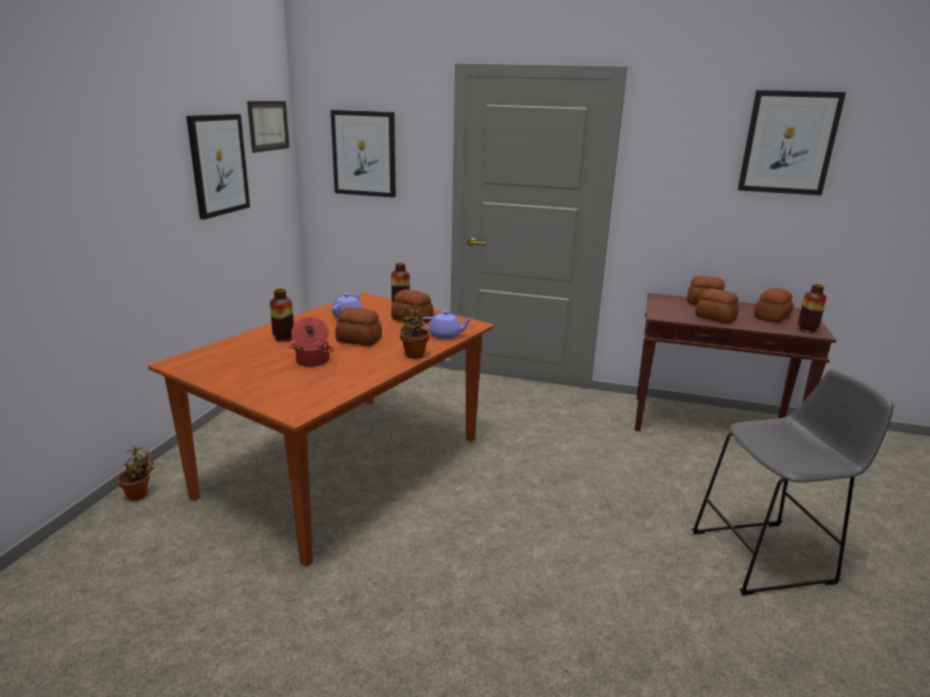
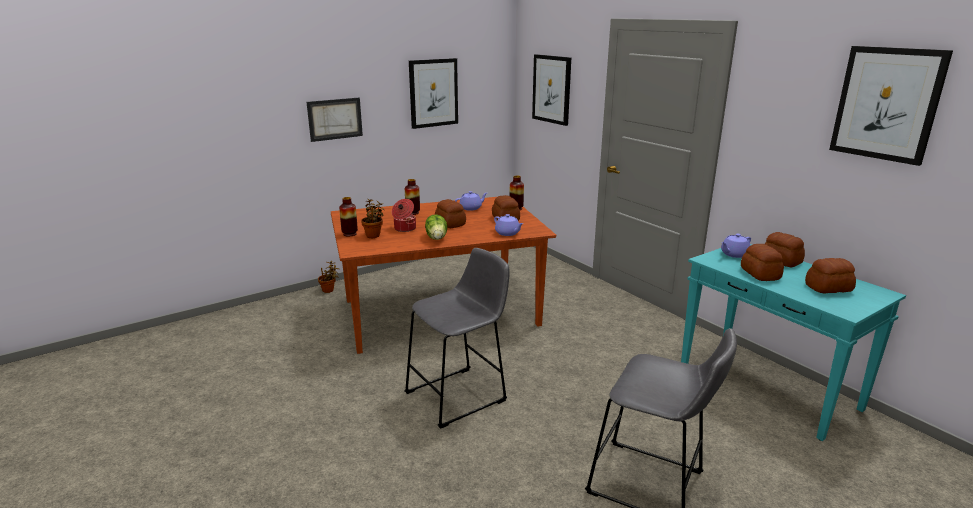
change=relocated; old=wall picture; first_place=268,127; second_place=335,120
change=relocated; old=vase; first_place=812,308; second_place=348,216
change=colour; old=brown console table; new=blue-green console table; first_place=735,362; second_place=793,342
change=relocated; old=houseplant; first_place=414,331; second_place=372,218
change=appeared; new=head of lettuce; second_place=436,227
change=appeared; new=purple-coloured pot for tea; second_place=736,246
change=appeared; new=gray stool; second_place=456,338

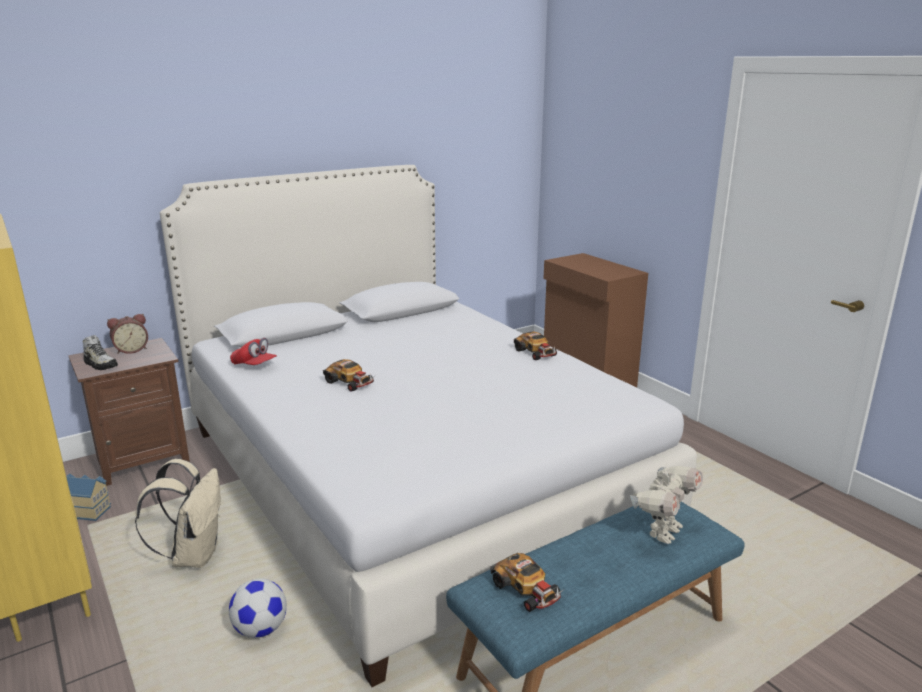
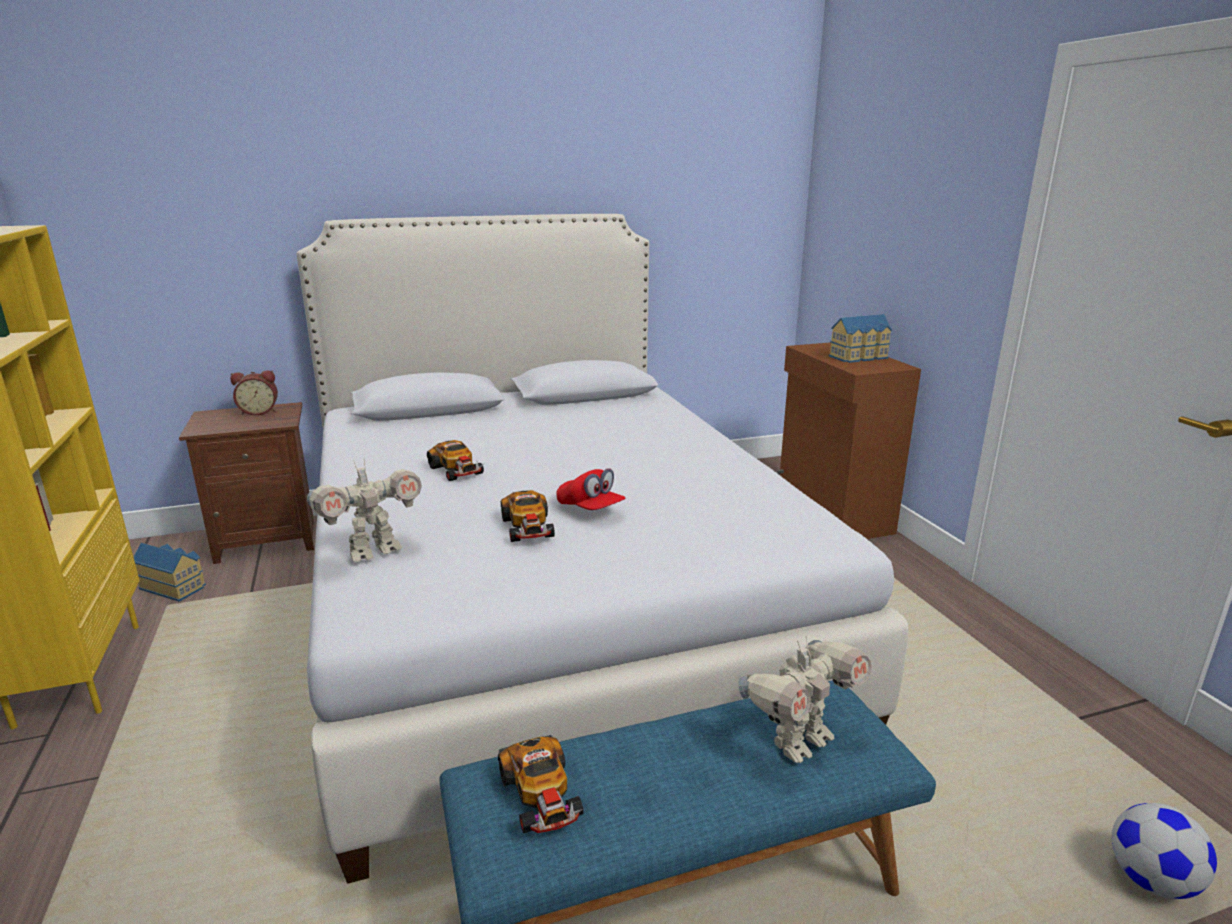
change=relocated; old=miniature car; first_place=535,346; second_place=528,516
change=missing; old=item of footwear; first_place=100,352
change=relocated; old=red-coloured peaked cap; first_place=253,351; second_place=591,489
change=missing; old=sand-coloured backpack; first_place=178,513
change=relocated; old=football; first_place=258,608; second_place=1164,851
change=appeared; new=miniature house; second_place=860,338
change=appeared; new=toy robot; second_place=364,511

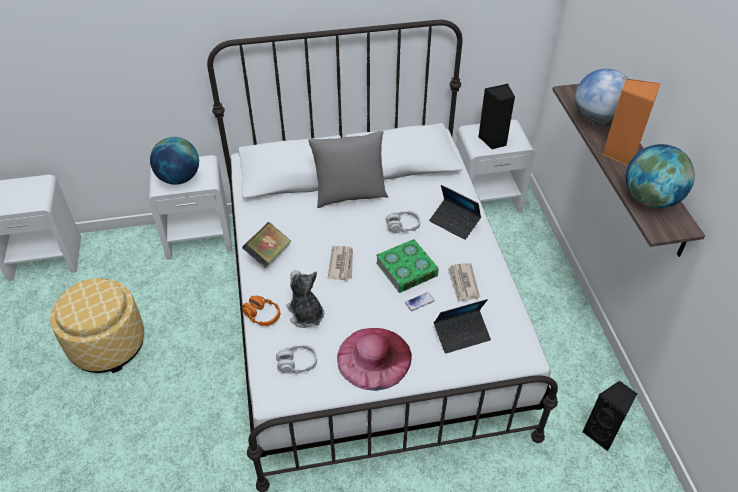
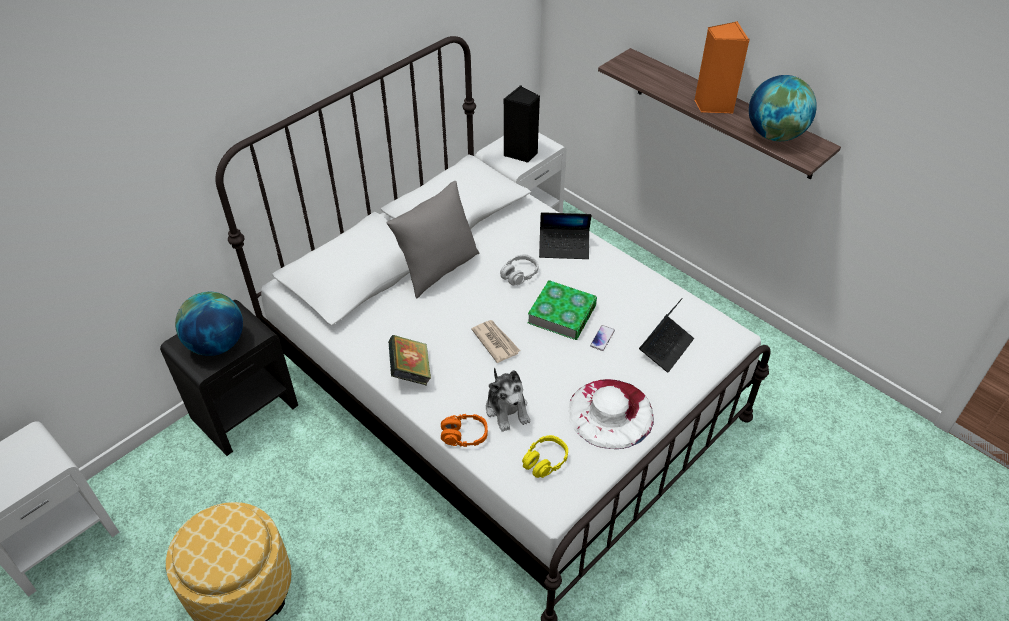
change=missing; old=world globe; first_place=601,98
change=colour; old=whitish night table; new=black night table; first_place=190,207; second_place=229,378
change=missing; old=newspaper; first_place=464,282
change=spun; old=plush toy; first_place=305,299; second_place=508,399; degrees=-135
change=colour; old=pink-coloured wearable hat; new=whitish wearable hat; first_place=374,359; second_place=611,414
change=colour; old=gray headphones; new=yellow-coloured headphones; first_place=296,359; second_place=545,456
change=missing; old=black audio speaker; first_place=609,416

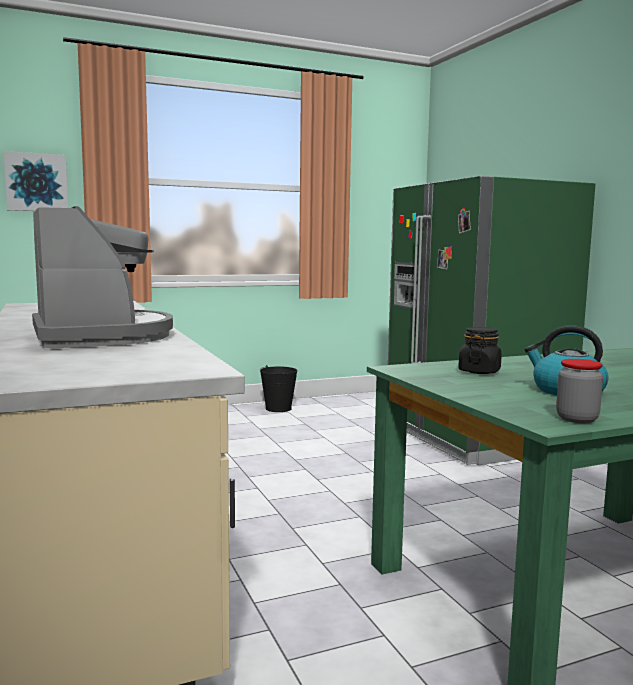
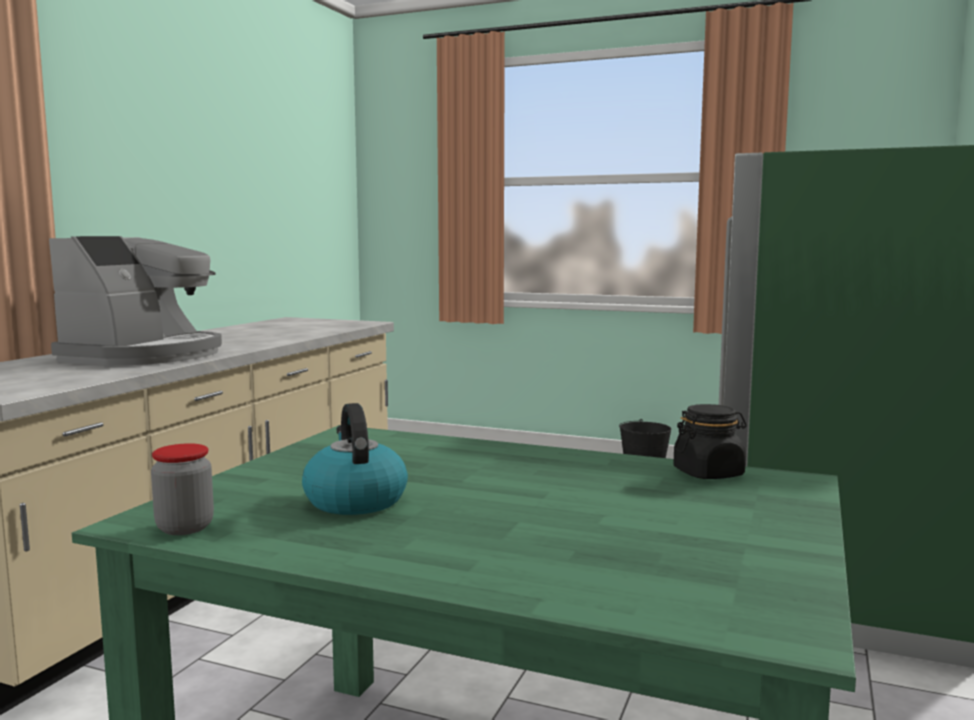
change=missing; old=wall picture; first_place=36,181
change=relocated; old=black jar; first_place=480,350; second_place=709,441

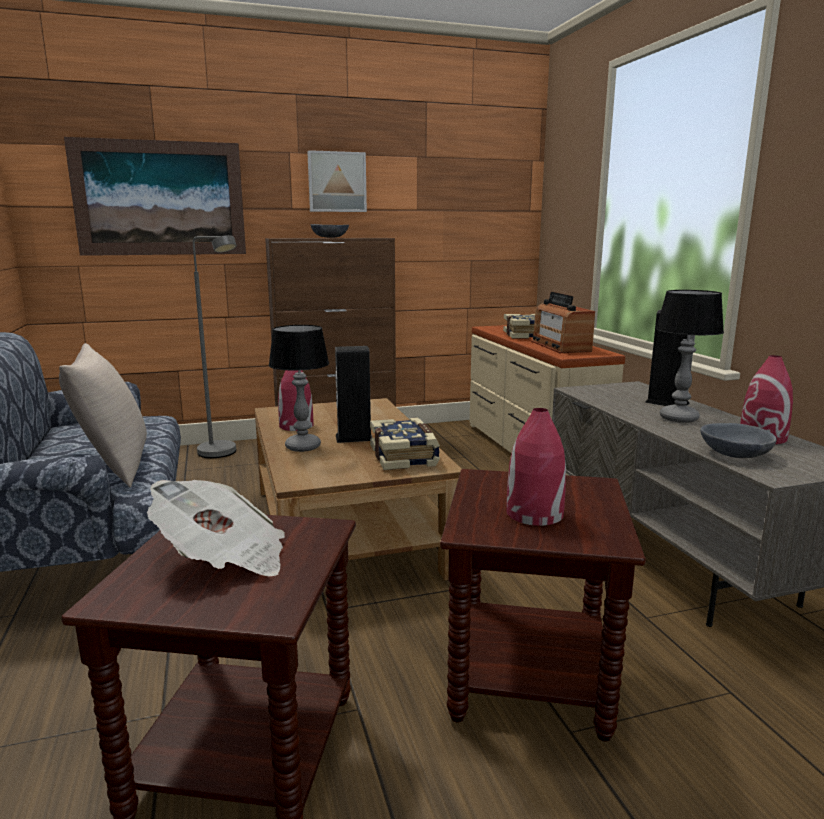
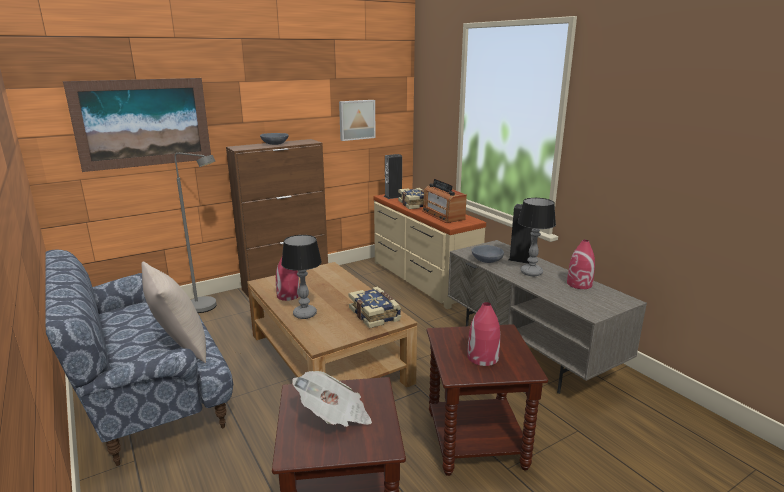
change=relocated; old=wall picture; first_place=337,181; second_place=357,120
change=relocated; old=audio speaker; first_place=353,394; second_place=393,176
change=relocated; old=gray serving bowl; first_place=738,440; second_place=488,254

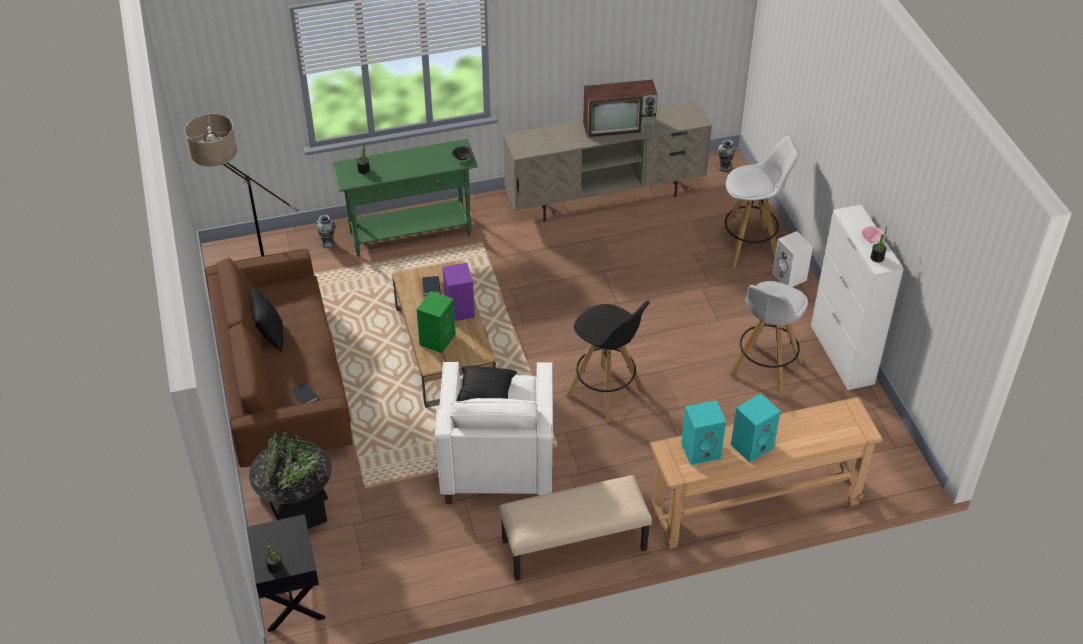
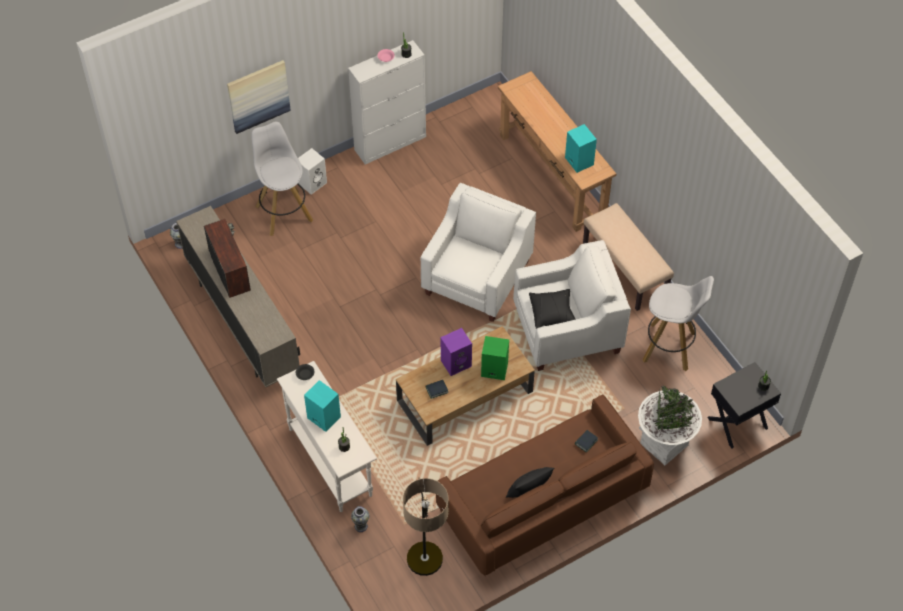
change=colour; old=greenish console table; new=whitish console table; first_place=405,198; second_place=327,436
change=relocated; old=whitish stool; first_place=768,339; second_place=678,323
change=exchanged; old=black stool; new=whitish armchair; first_place=608,362; second_place=478,252
change=relocated; old=blue-green audio speaker; first_place=756,428; second_place=322,406
change=colour; old=black flower pot; new=whitish flower pot; first_place=290,480; second_place=670,425
change=appeared; new=wall picture; second_place=259,97

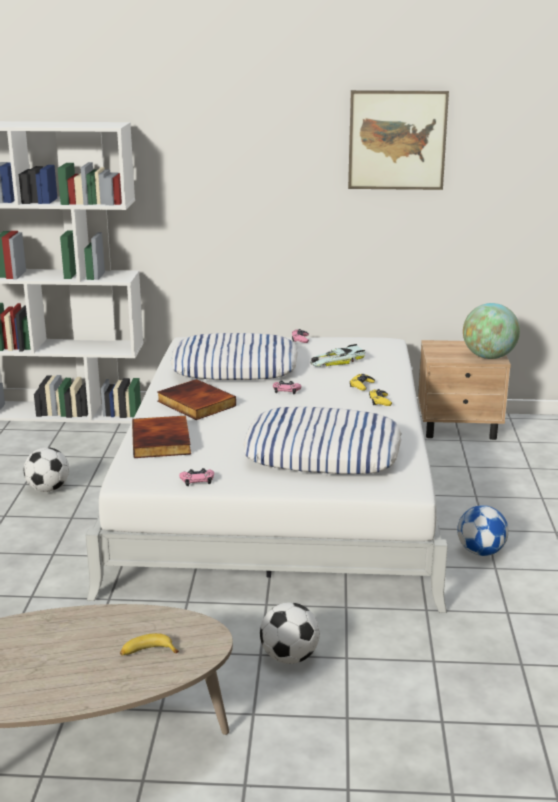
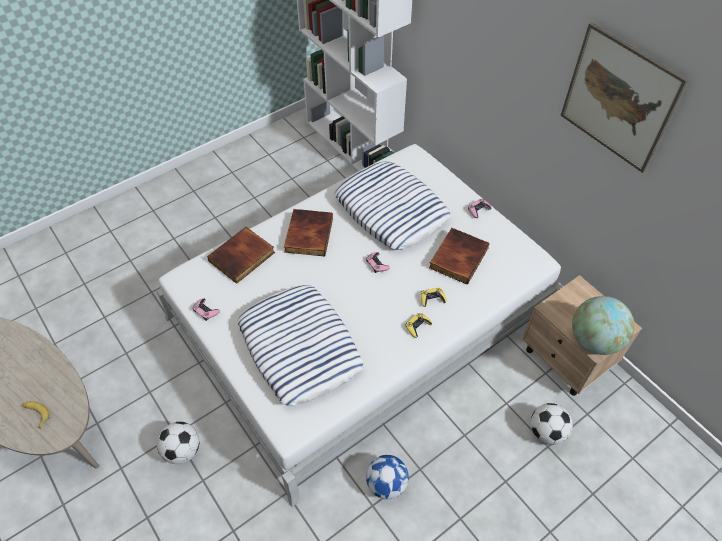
change=exchanged; old=miniature car; new=bound book; first_place=338,355; second_place=459,256
change=relocated; old=football; first_place=46,469; second_place=552,424

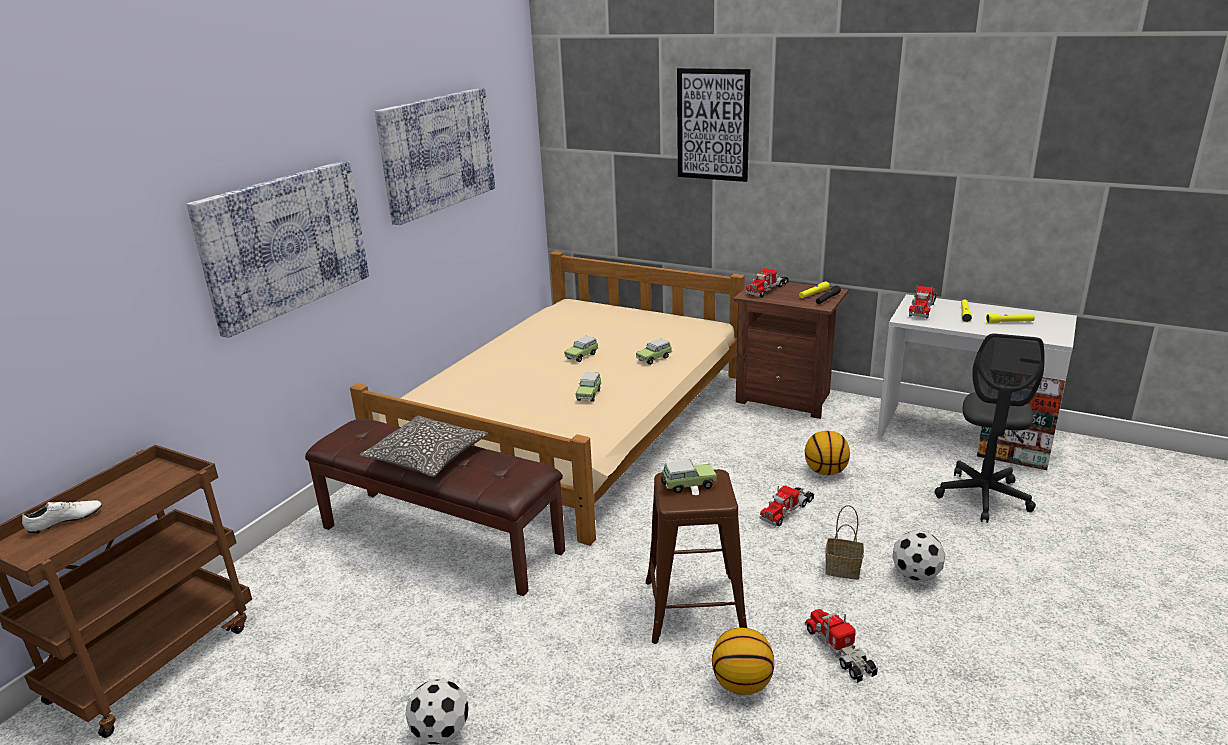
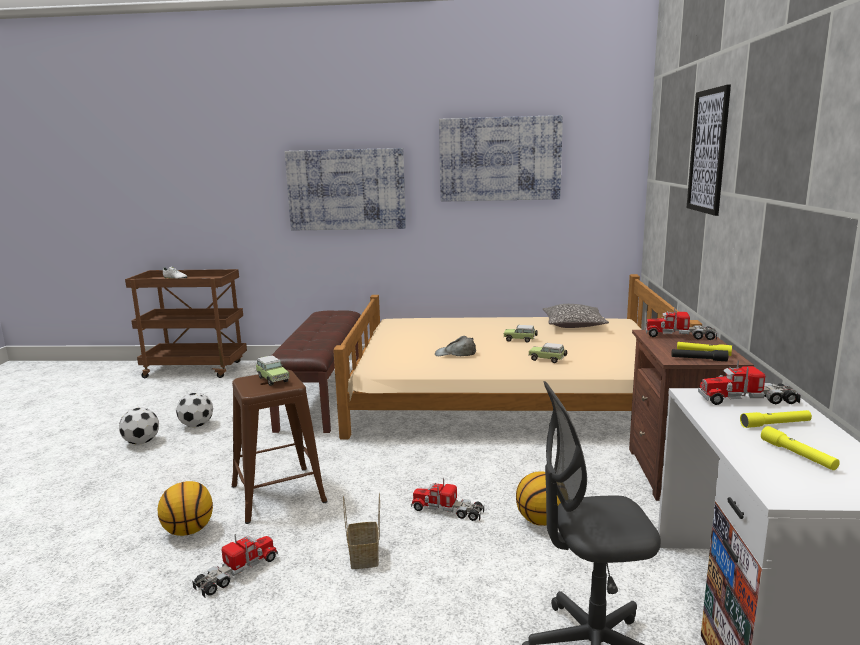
change=exchanged; old=miniature car; new=gray peaked cap; first_place=589,387; second_place=455,346
change=relocated; old=throw pillow; first_place=424,446; second_place=576,316
change=relocated; old=football; first_place=918,555; second_place=194,409

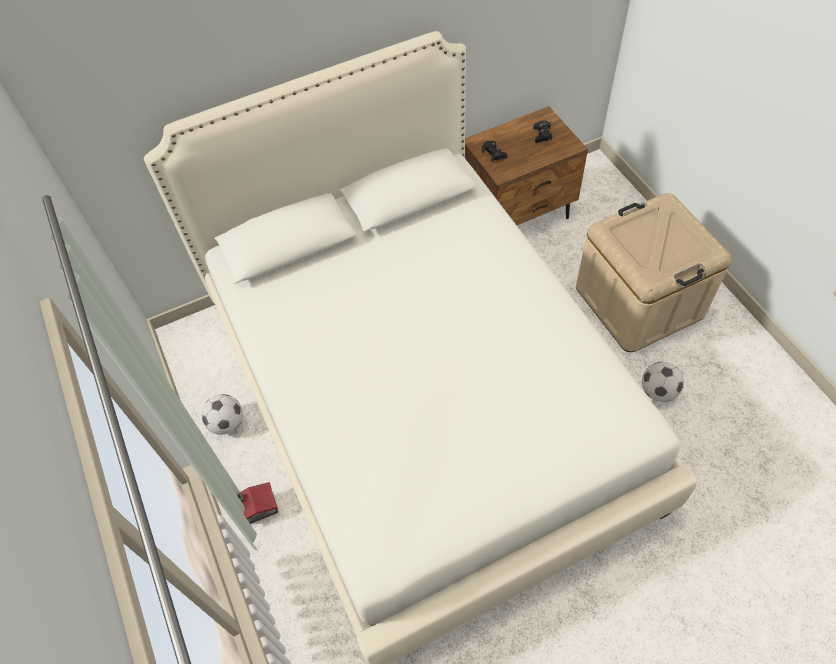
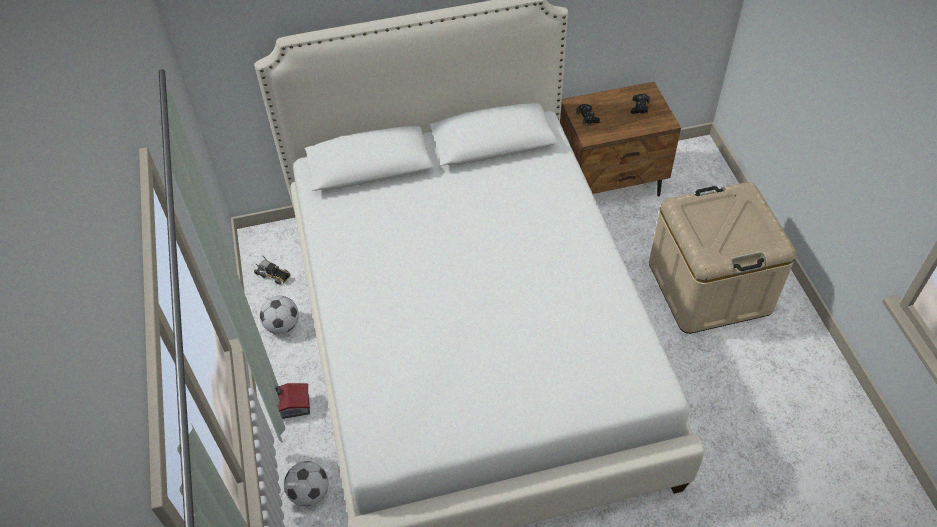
change=relocated; old=football; first_place=663,382; second_place=306,483
change=appeared; new=toy truck; second_place=272,270

